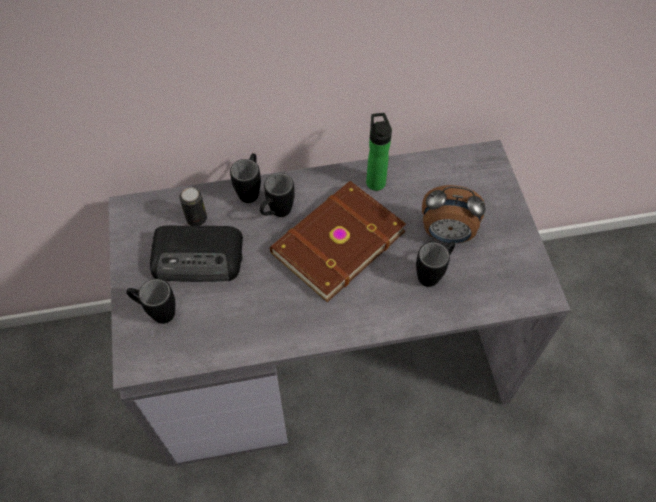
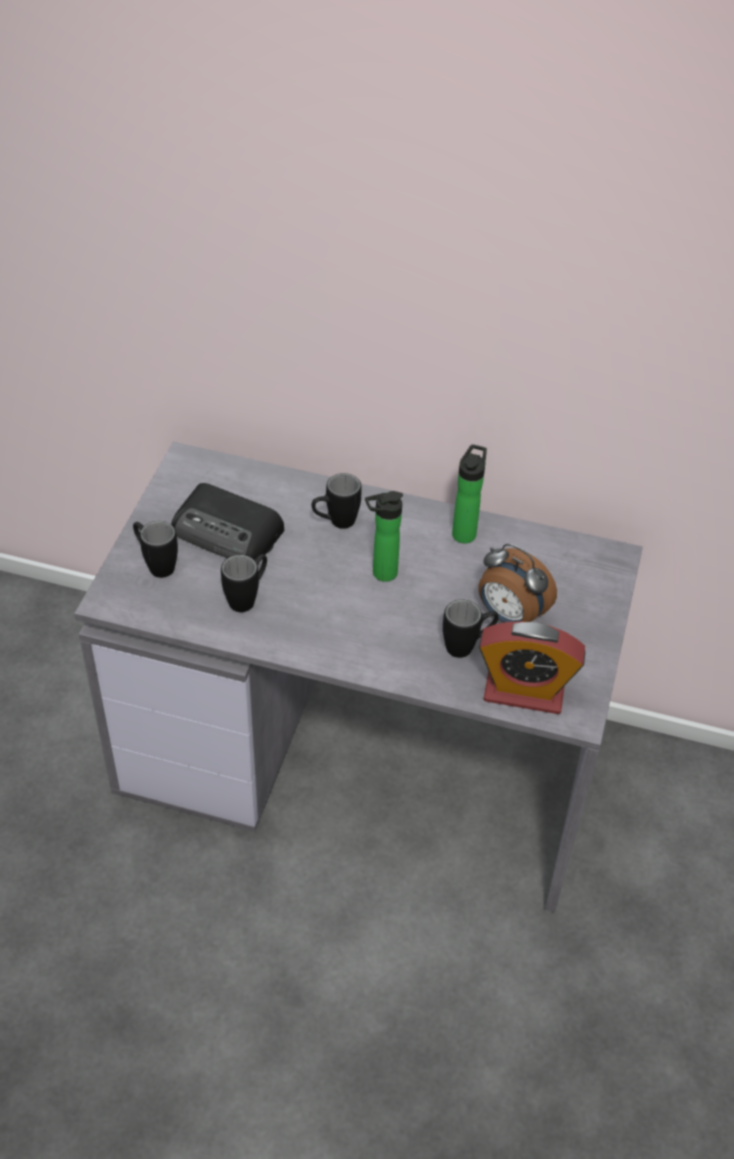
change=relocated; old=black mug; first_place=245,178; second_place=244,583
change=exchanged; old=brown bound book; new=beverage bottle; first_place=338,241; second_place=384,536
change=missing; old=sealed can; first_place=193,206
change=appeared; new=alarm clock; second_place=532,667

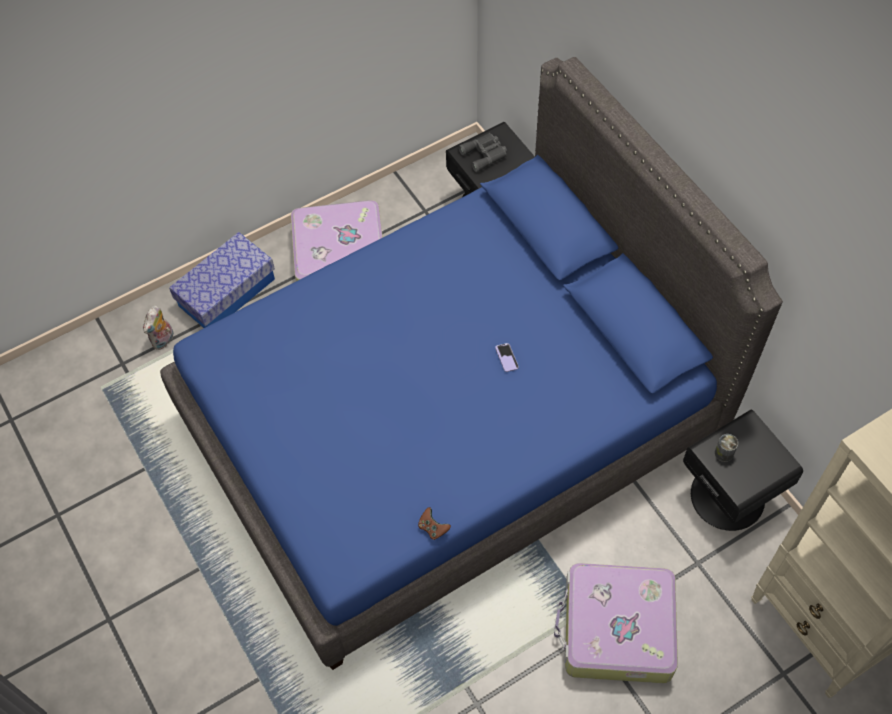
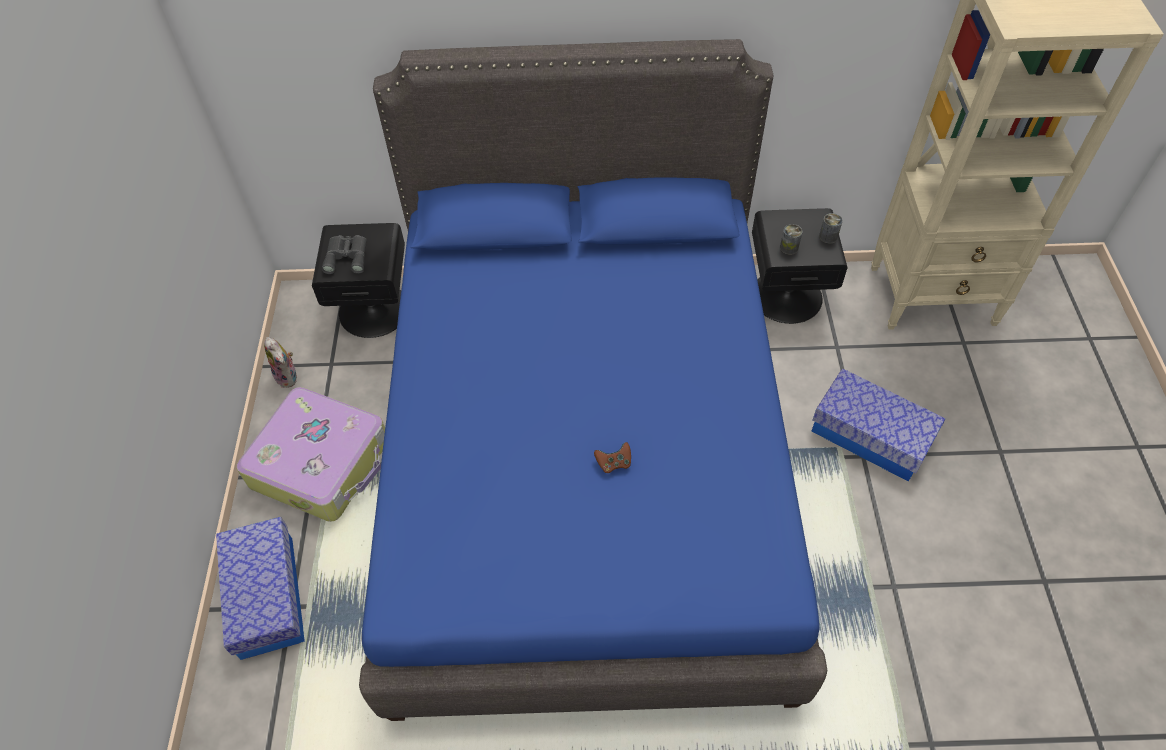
change=relocated; old=plush toy; first_place=158,328; second_place=280,362
change=missing; old=phone; first_place=507,357
change=relocated; old=brown joypad; first_place=434,523; second_place=612,457
change=exchanged; old=suitcase; new=storage container; first_place=616,623; second_place=879,425
change=appeared; new=sealed can; second_place=830,228

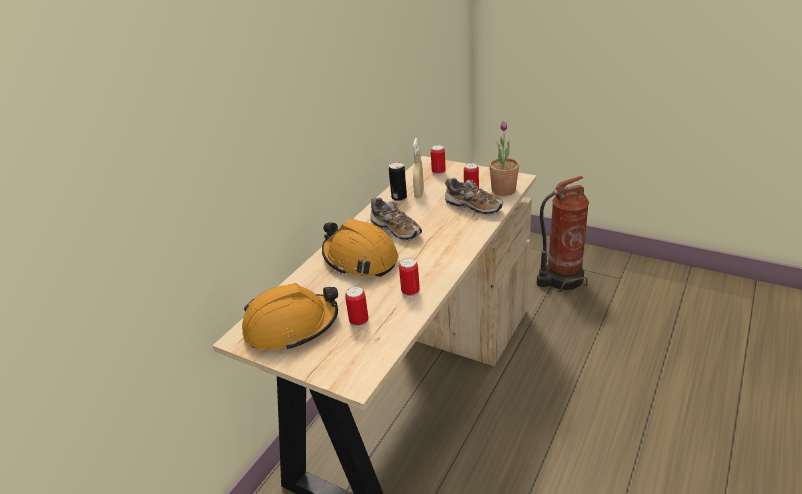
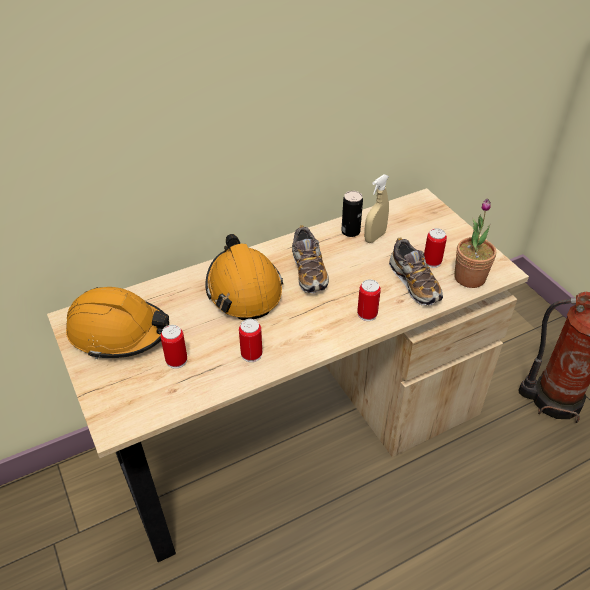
change=relocated; old=sealed can; first_place=438,160; second_place=369,300

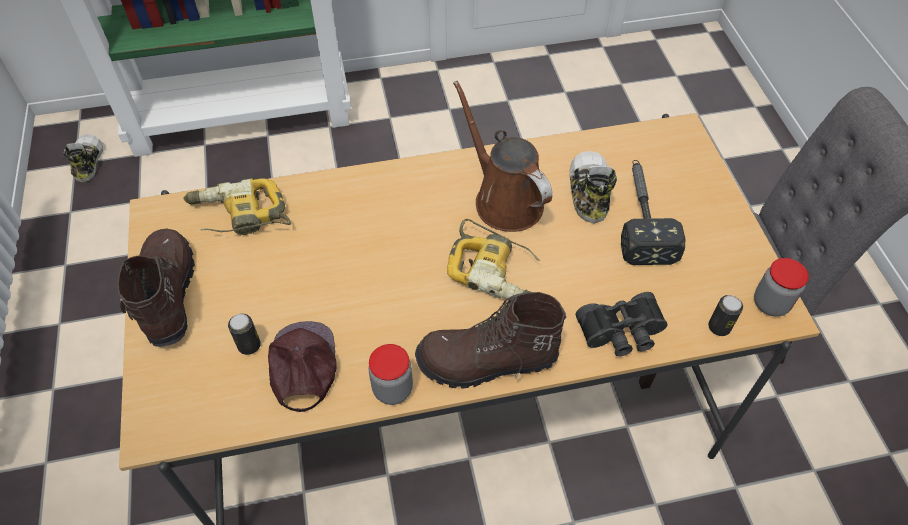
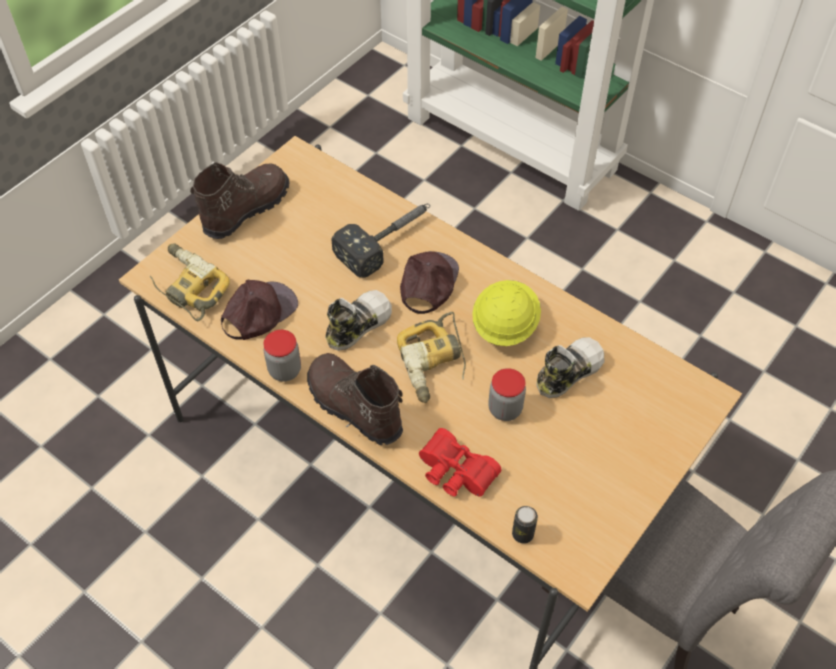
change=exchanged; old=brown watering can; new=yellow-coloured work helmet; first_place=502,156; second_place=506,313
change=relocated; old=item of footwear; first_place=83,158; second_place=358,320
change=relocated; old=hammer; first_place=653,212; second_place=380,241
change=relocated; old=power drill; first_place=237,207; second_place=190,282
change=relocated; old=jar; first_place=781,287; second_place=507,394
change=colour; old=black binoculars; new=red-coloured binoculars; first_place=621,324; second_place=460,462
change=missing; old=sealed can; first_place=244,334
change=appeared; new=brown peaked cap; second_place=429,282

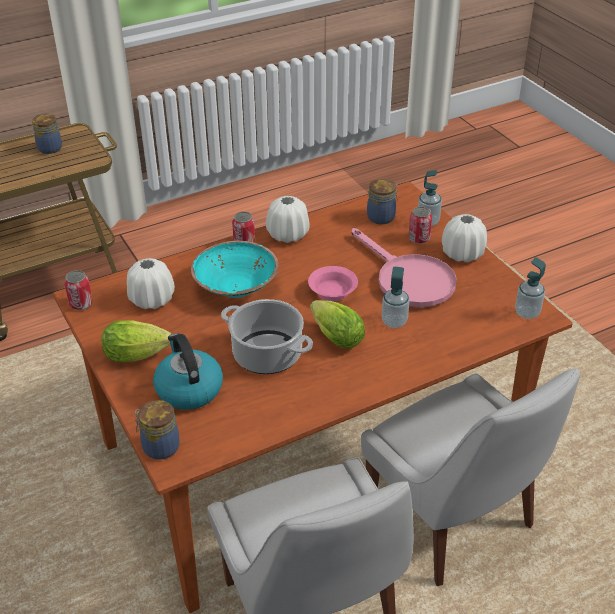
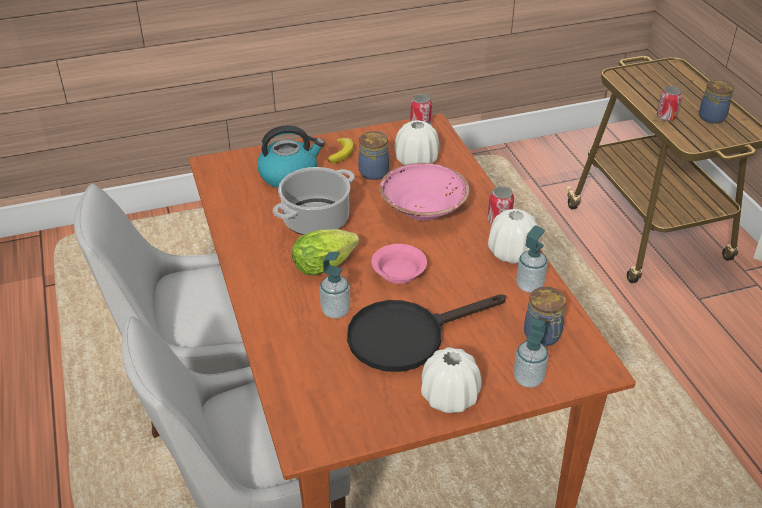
change=relocated; old=sealed can; first_place=420,225; second_place=669,103
change=colour; old=pink-coloured frying pan; new=black frying pan; first_place=404,268; second_place=426,333
change=colour; old=blue-green serving bowl; new=pink-coloured serving bowl; first_place=235,269; second_place=424,192
change=relocated; old=soap bottle; first_place=530,288; second_place=532,259
change=exchanged; old=head of lettuce; new=whole banana; first_place=136,341; second_place=340,150
change=relocated; old=jar; first_place=157,430; second_place=374,155

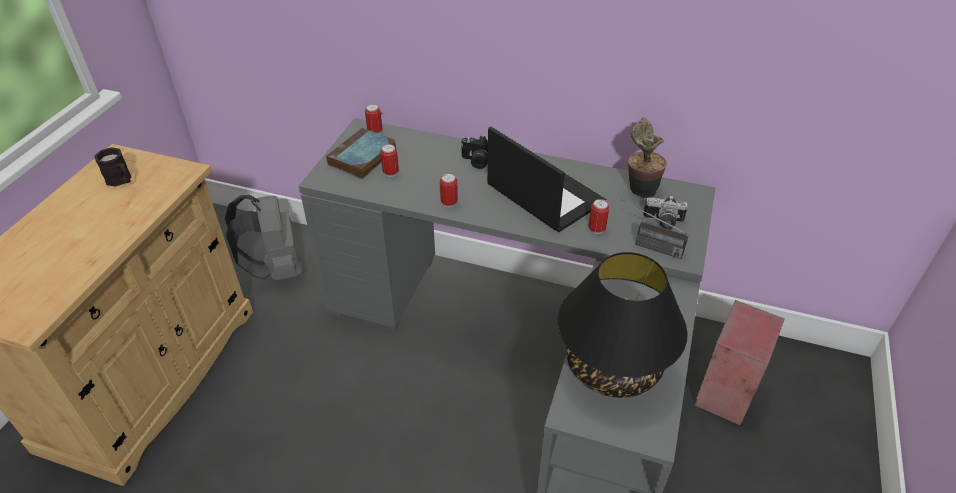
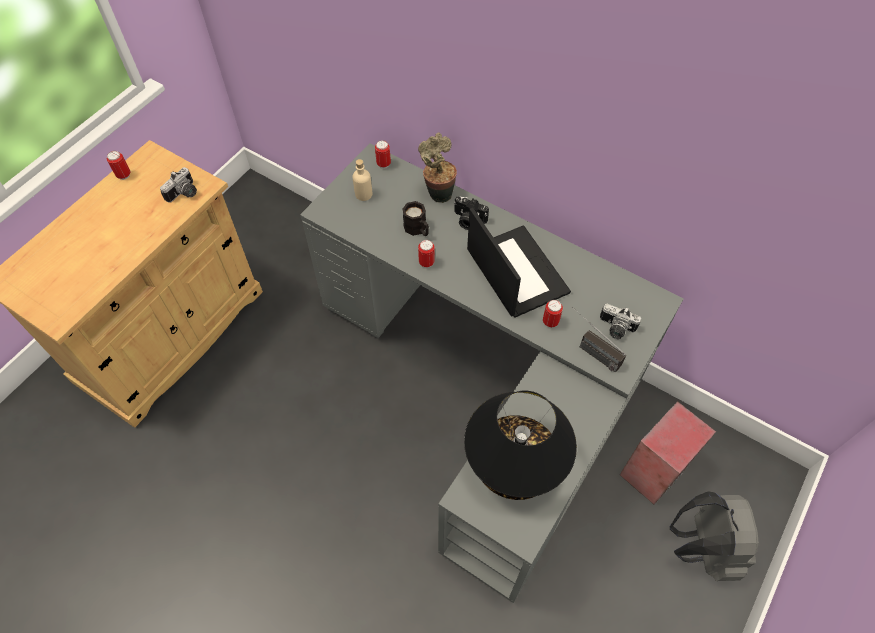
change=relocated; old=houseplant; first_place=647,157; second_place=437,167
change=exchanged; old=bound book; new=sand-coloured beverage bottle; first_place=361,153; second_place=362,180
change=relocated; old=sealed can; first_place=389,160; second_place=119,165
change=relocated; old=black mug; first_place=113,167; second_place=415,218
change=relocated; old=gray backpack; first_place=264,237; second_place=714,536
change=appeared; new=photo camera; second_place=178,185

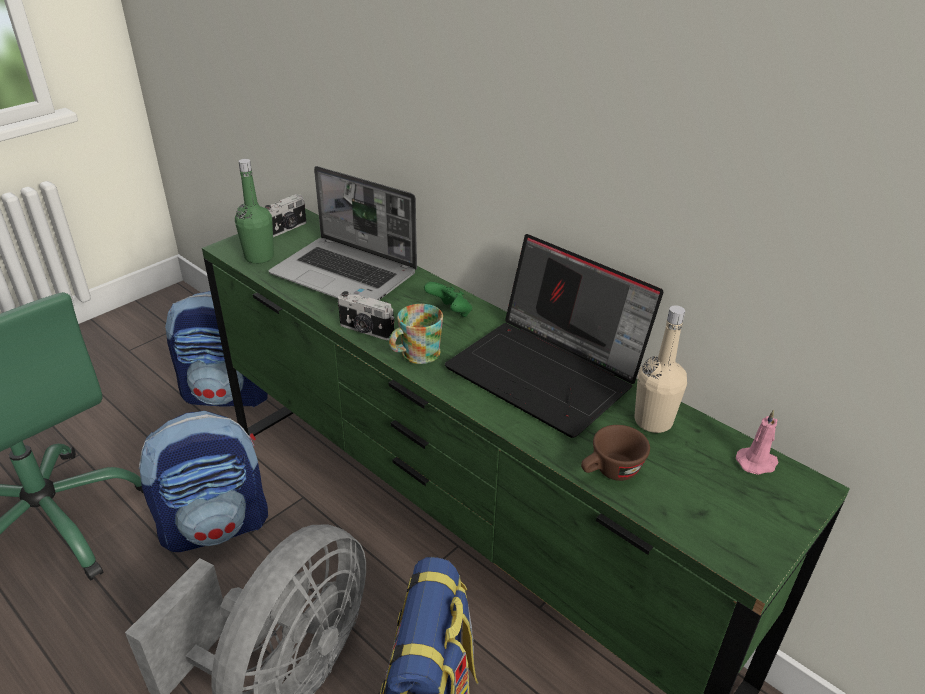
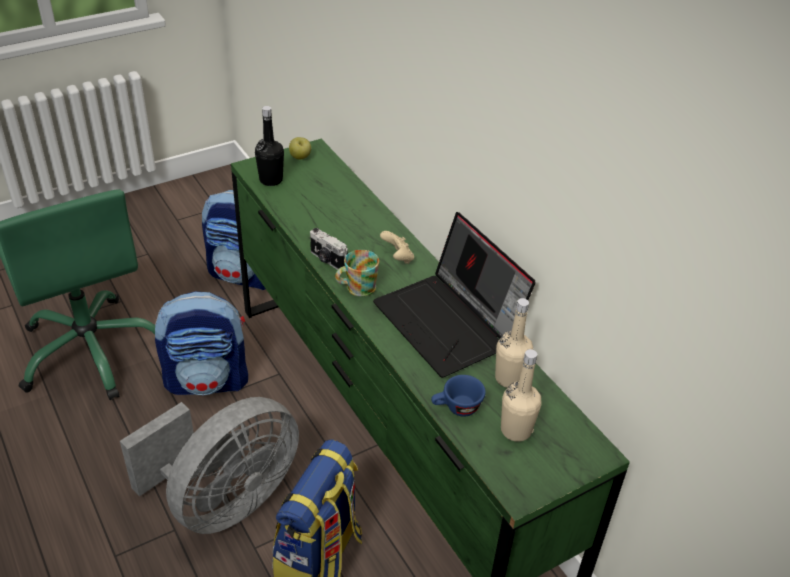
change=colour; old=greenish beverage bottle; new=black beverage bottle; first_place=254,211; second_place=269,146
change=missing; old=portable computer; first_place=343,233
change=exchanged; old=photo camera; new=whole apple; first_place=285,215; second_place=300,148
change=colour; old=greenish joypad; new=sand-coloured joypad; first_place=448,299; second_place=397,247
change=missing; old=pink-coloured candle; first_place=757,442
change=colour; old=brown cup; new=blue-coloured cup; first_place=615,453; second_place=458,396
change=appeared; new=sand-coloured beverage bottle; second_place=521,395

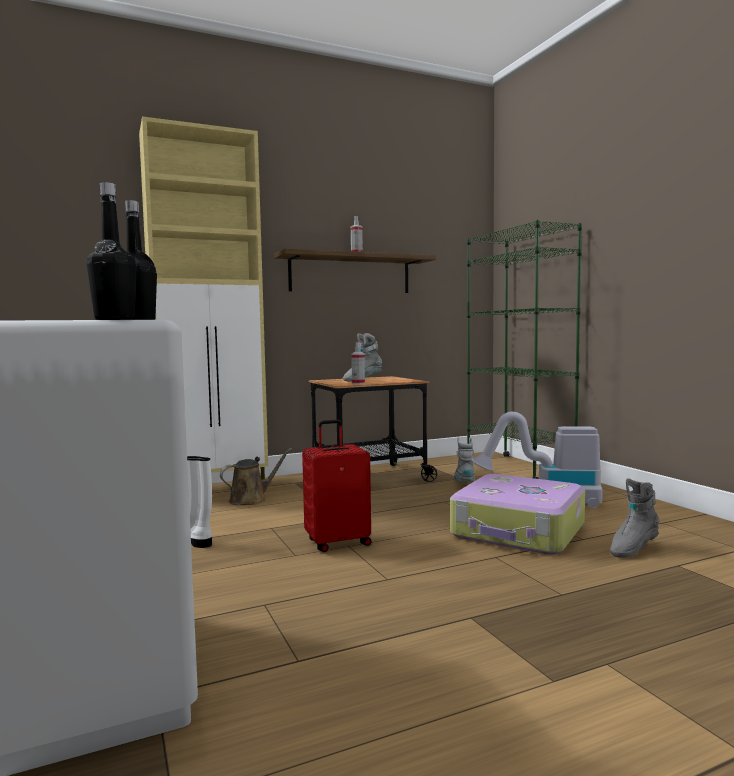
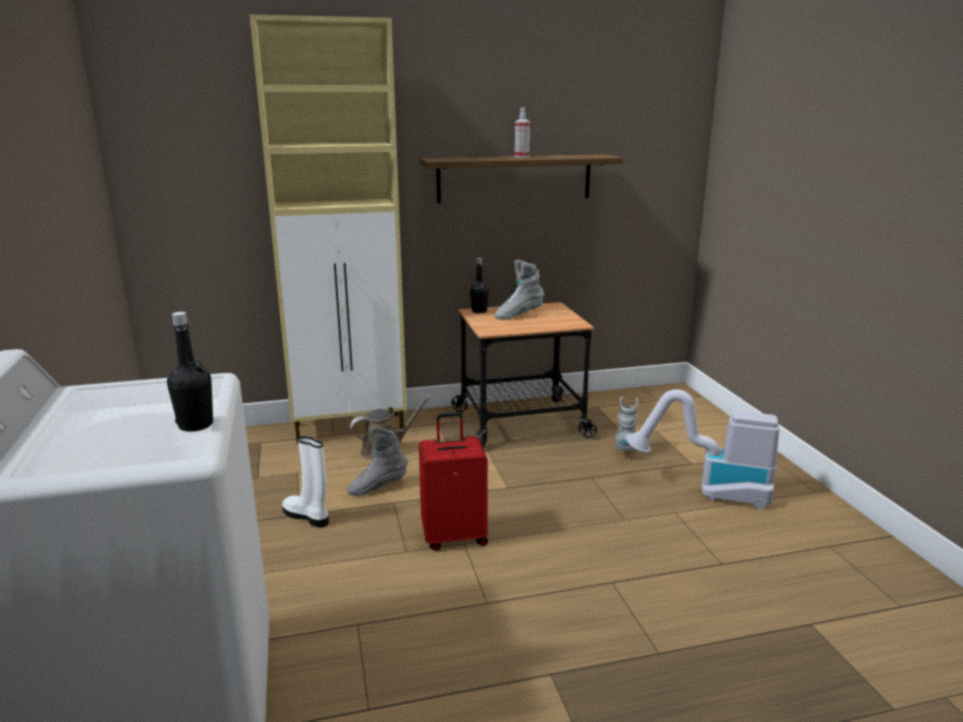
change=relocated; old=black beverage bottle; first_place=112,251; second_place=479,285
change=missing; old=greenish bookcase; first_place=524,349
change=missing; old=hand sprayer; first_place=358,363
change=missing; old=suitcase; first_place=517,514
change=relocated; old=gray high-top boot; first_place=635,518; second_place=377,461

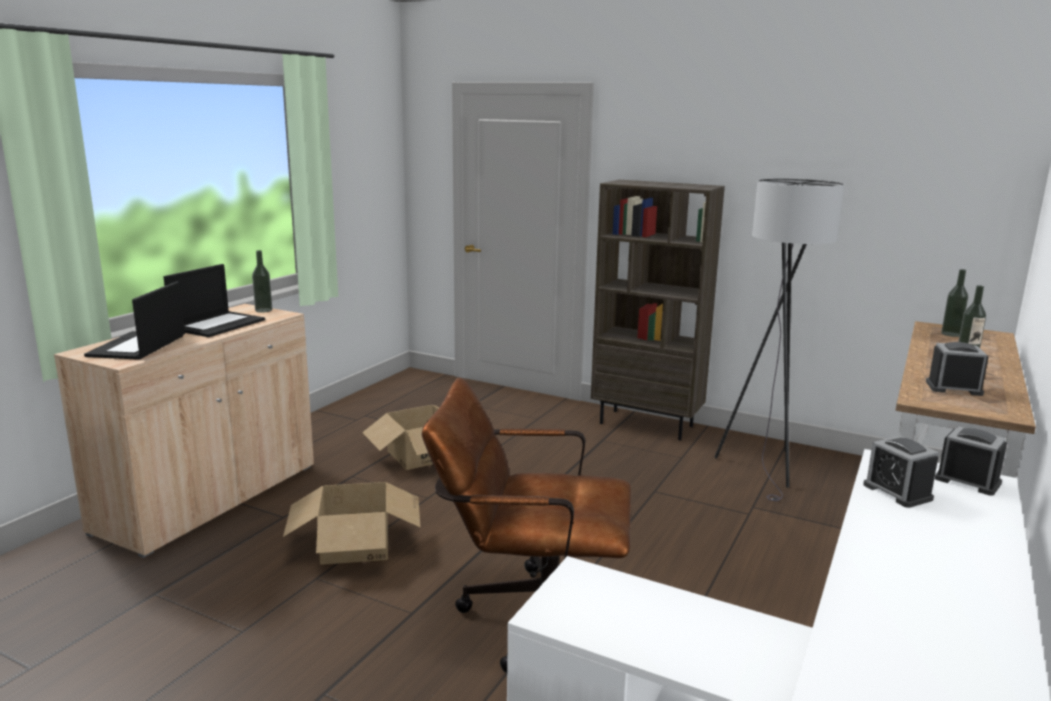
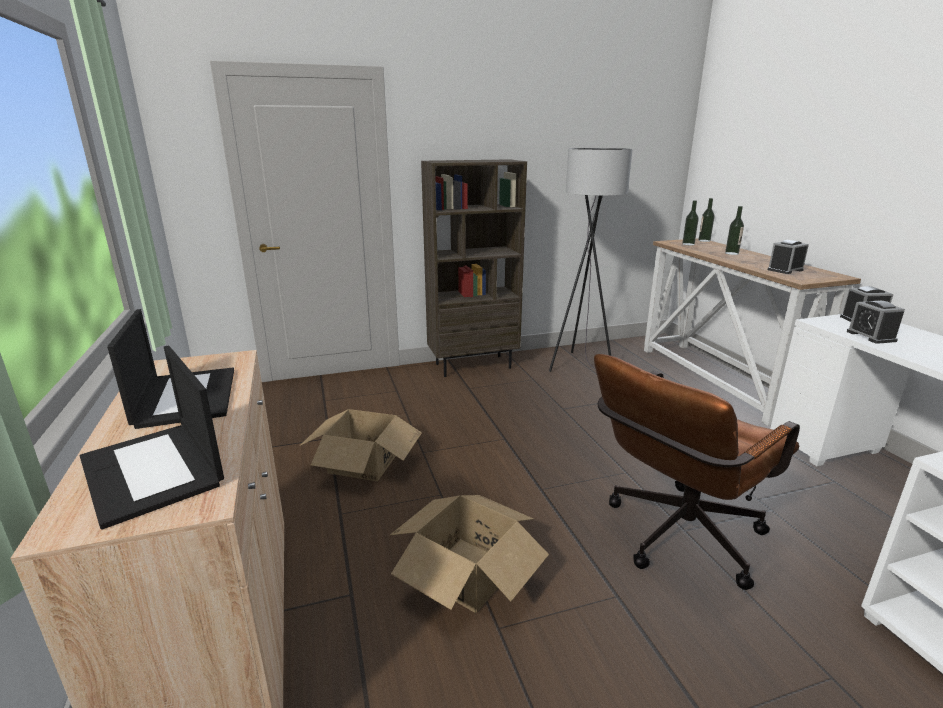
change=relocated; old=beverage bottle; first_place=262,281; second_place=707,220
change=spun; old=alarm clock; first_place=901,472; second_place=876,322; degrees=60

